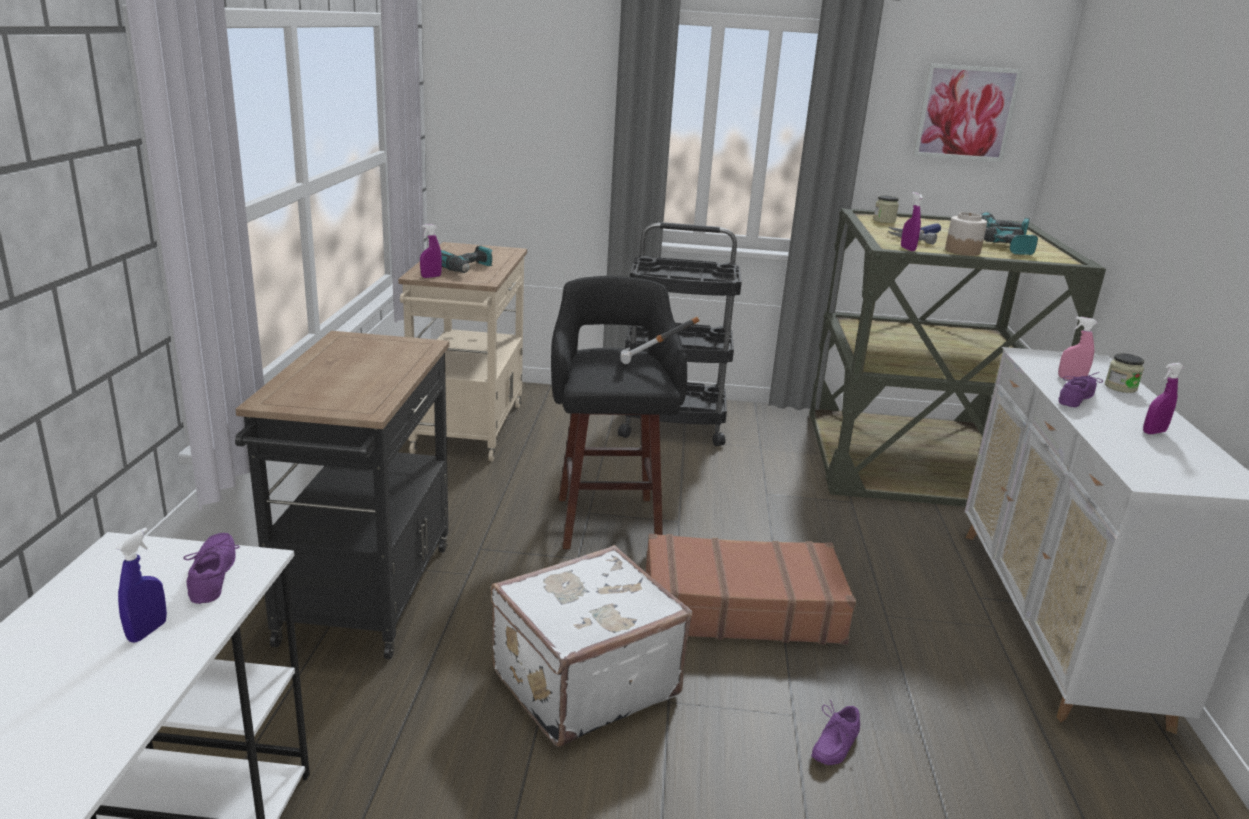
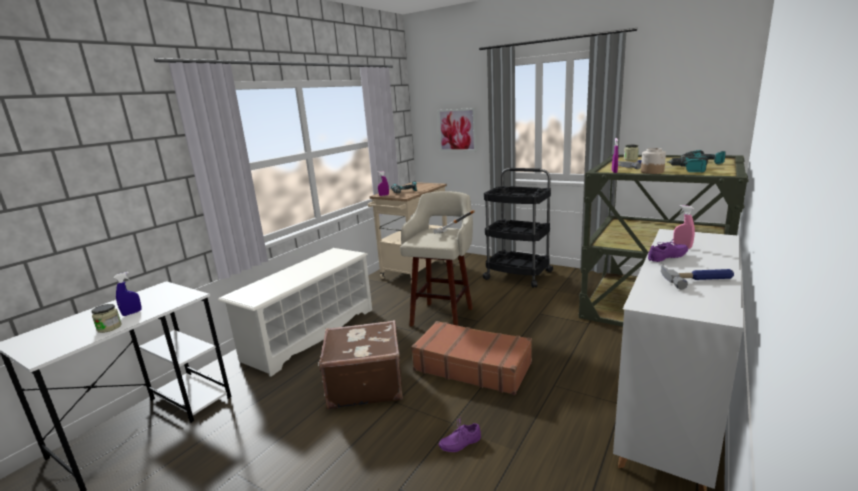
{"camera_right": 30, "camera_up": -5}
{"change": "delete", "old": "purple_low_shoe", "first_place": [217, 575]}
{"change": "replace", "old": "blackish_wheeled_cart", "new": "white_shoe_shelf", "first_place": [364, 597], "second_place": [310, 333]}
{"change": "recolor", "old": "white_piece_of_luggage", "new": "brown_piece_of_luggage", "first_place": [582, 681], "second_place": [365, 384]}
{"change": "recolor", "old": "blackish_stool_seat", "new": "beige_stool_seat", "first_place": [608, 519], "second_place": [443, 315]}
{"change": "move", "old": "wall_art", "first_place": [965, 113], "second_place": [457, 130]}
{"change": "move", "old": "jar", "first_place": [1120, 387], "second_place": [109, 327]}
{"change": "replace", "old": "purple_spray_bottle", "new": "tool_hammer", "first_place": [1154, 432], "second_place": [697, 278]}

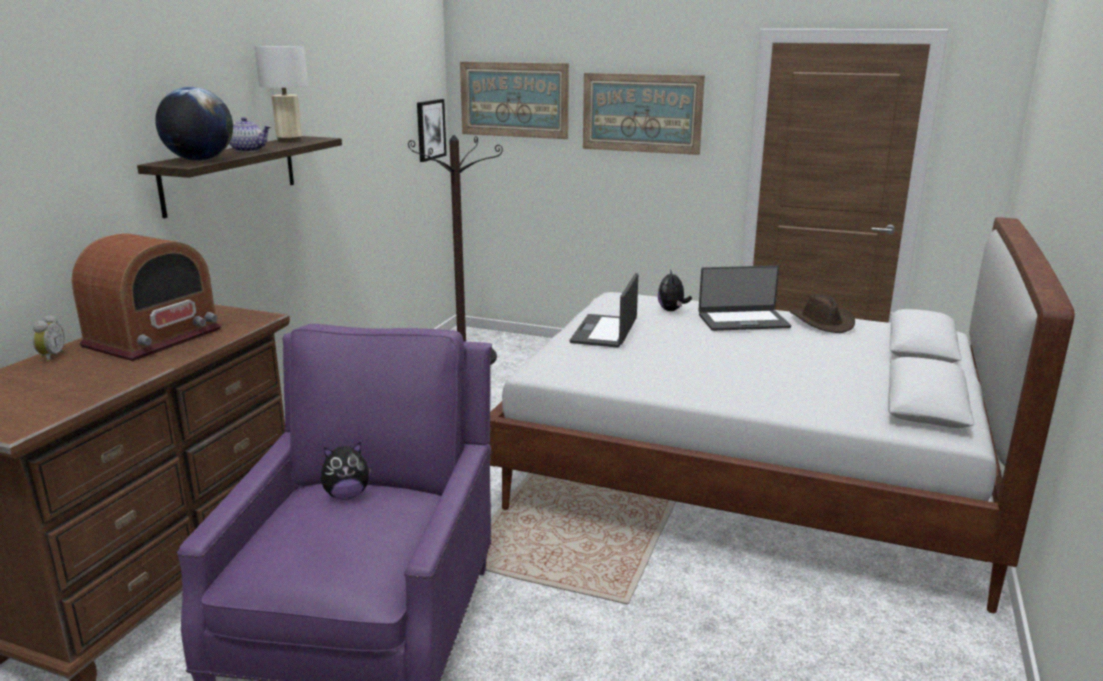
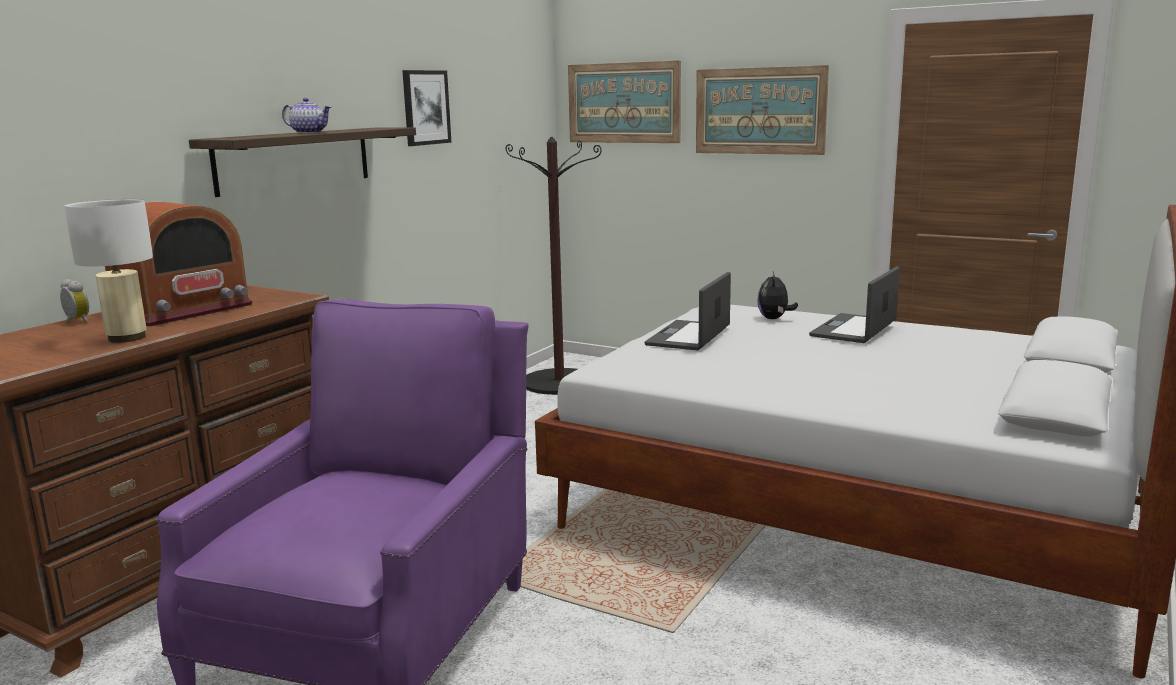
{"camera_right": 10, "camera_up": -5}
{"change": "rotate", "old": "bedside_clock", "first_place": [50, 357], "second_place": [75, 322], "degrees": -60}
{"change": "delete", "old": "globe", "first_place": [200, 160]}
{"change": "move", "old": "white_table_lamp", "first_place": [290, 141], "second_place": [128, 338]}
{"change": "delete", "old": "soft_toy", "first_place": [347, 495]}
{"change": "move", "old": "wall_art", "first_place": [430, 129], "second_place": [425, 107]}
{"change": "rotate", "old": "notebook_computer", "first_place": [743, 321], "second_place": [855, 329], "degrees": 120}
{"change": "delete", "old": "brown_clothing_hat", "first_place": [822, 322]}

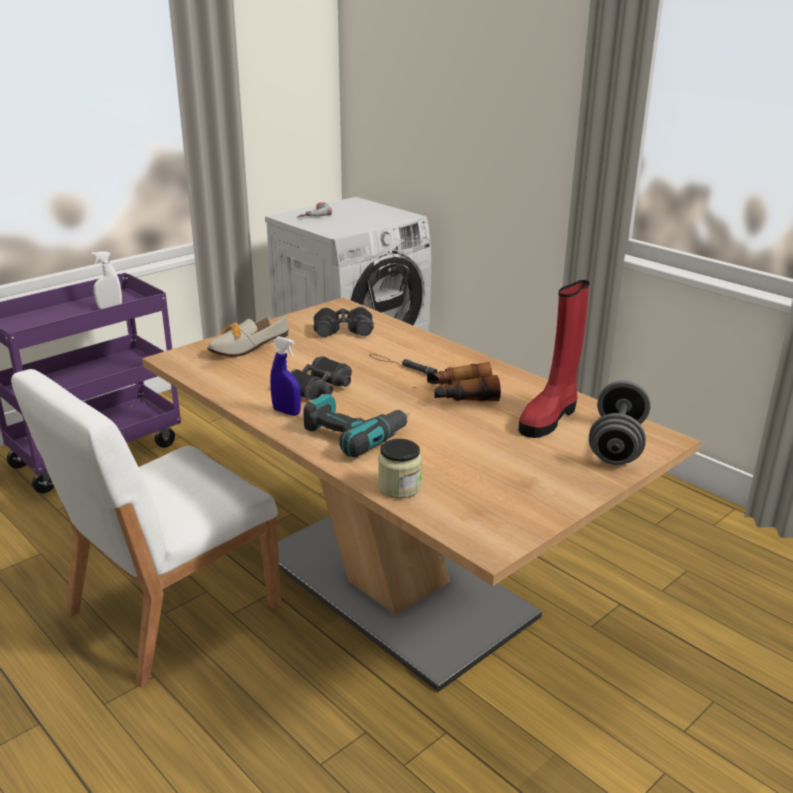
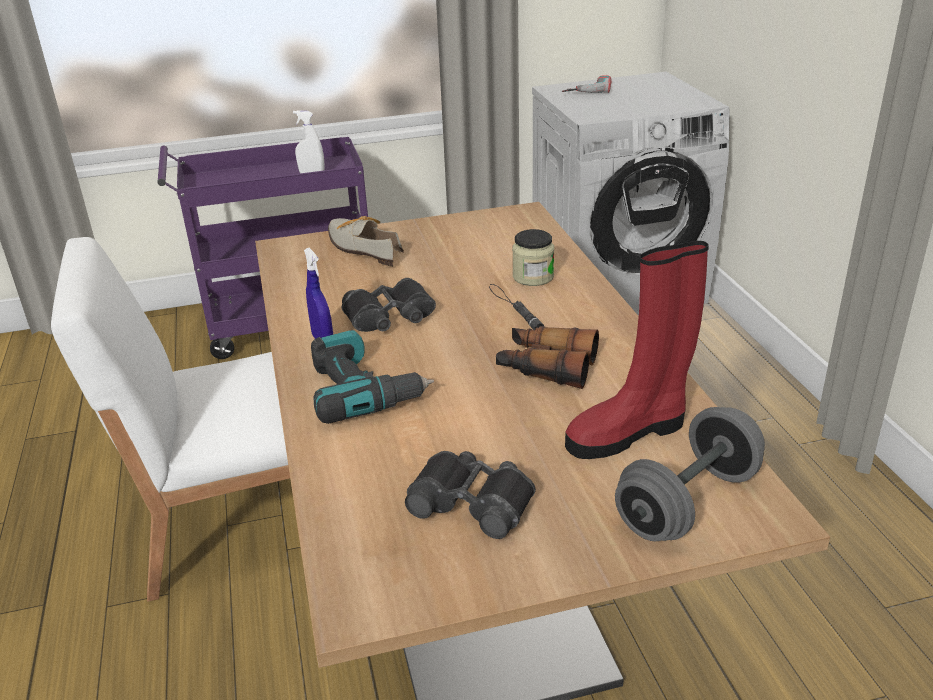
{"camera_right": 30, "camera_up": 5}
{"change": "rotate", "old": "low_shoe", "first_place": [242, 348], "second_place": [363, 248], "degrees": 60}
{"change": "move", "old": "blackish_field_glasses", "first_place": [343, 329], "second_place": [472, 502]}
{"change": "move", "old": "jar", "first_place": [399, 487], "second_place": [533, 277]}

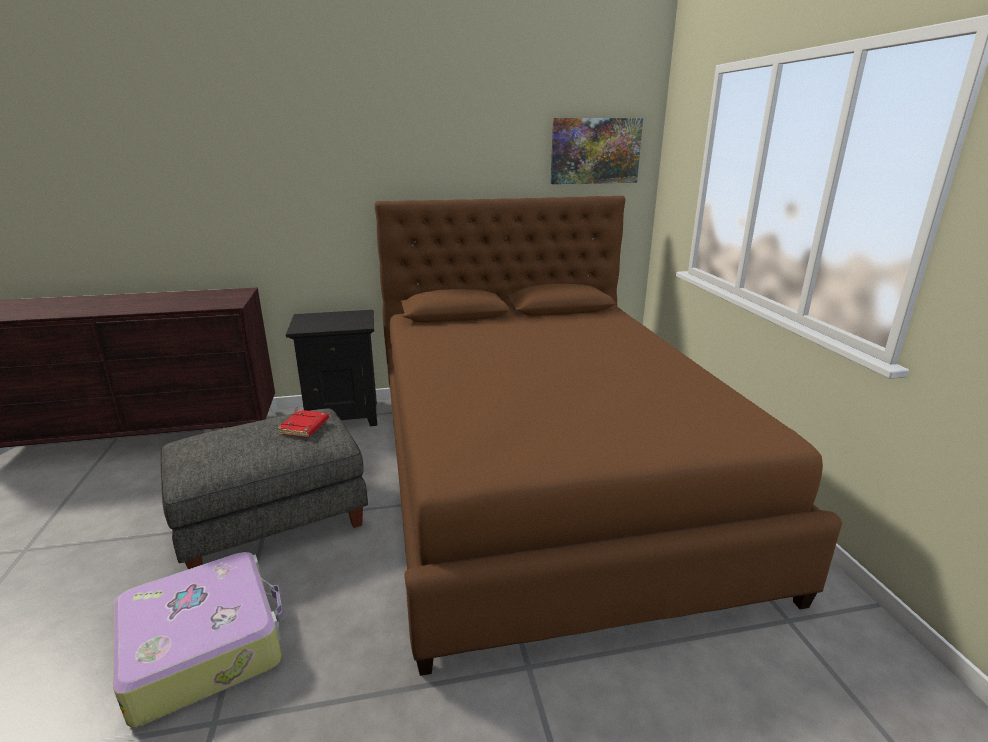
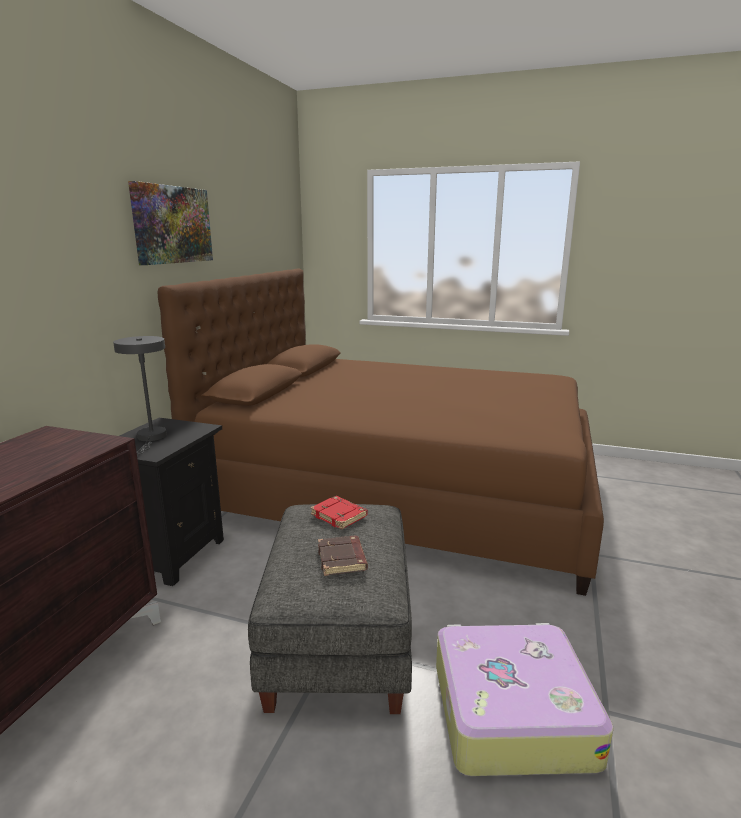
{"camera_right": -60, "camera_up": -5}
{"change": "move", "old": "wall_art", "first_place": [595, 151], "second_place": [172, 225]}
{"change": "insert", "new": "gray_table_lamp", "second_place": [151, 438]}
{"change": "insert", "new": "brown_volume", "second_place": [343, 559]}

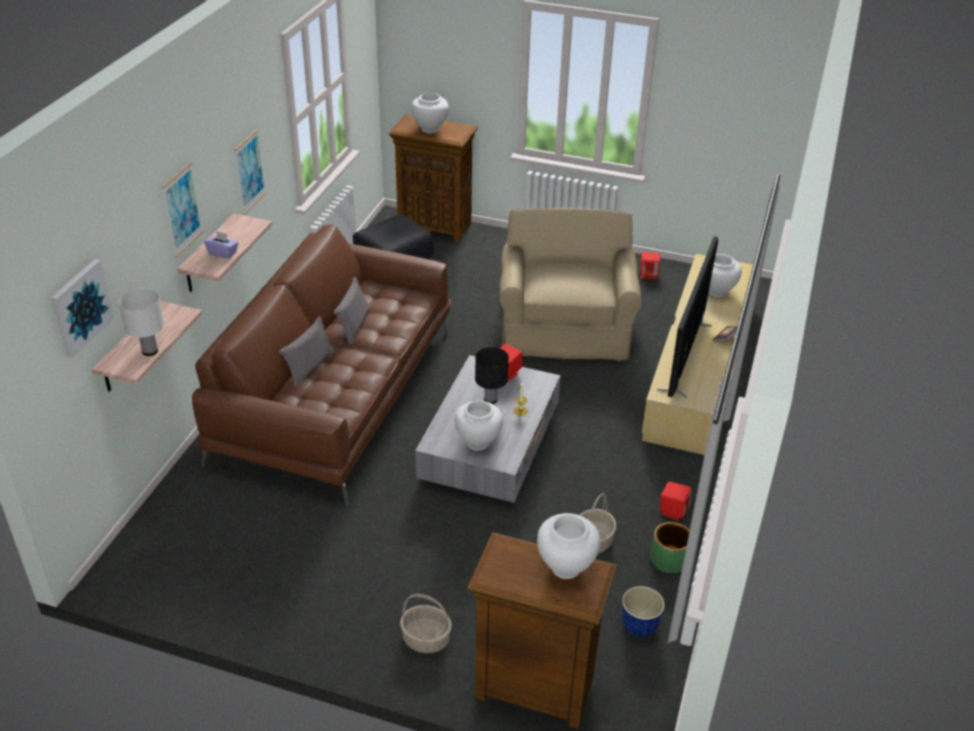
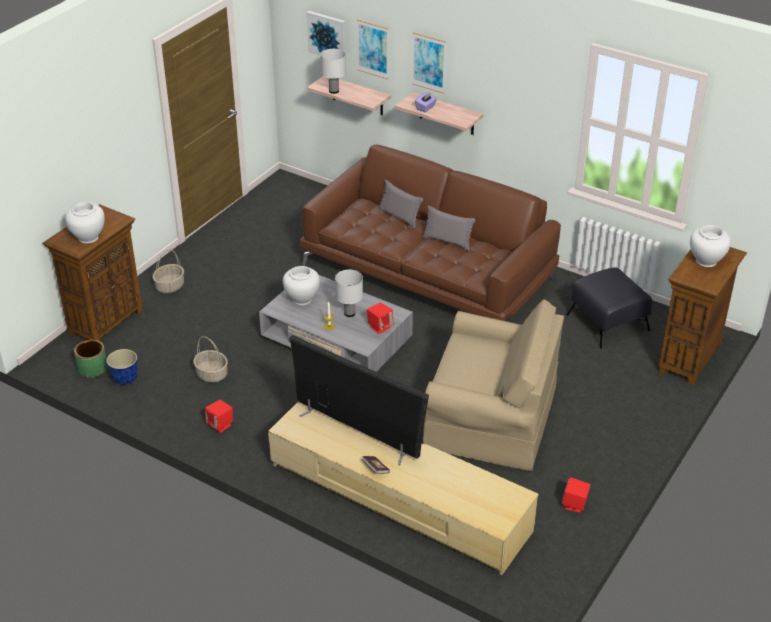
{"camera_right": 105, "camera_up": 0}
{"change": "move", "old": "wall_art", "first_place": [250, 171], "second_place": [373, 49]}
{"change": "recolor", "old": "blackish_table_lamp", "new": "white_table_lamp", "first_place": [491, 399], "second_place": [349, 313]}
{"change": "move", "old": "green_flower_pot", "first_place": [669, 560], "second_place": [92, 369]}
{"change": "delete", "old": "white_flower_vase", "first_place": [717, 291]}

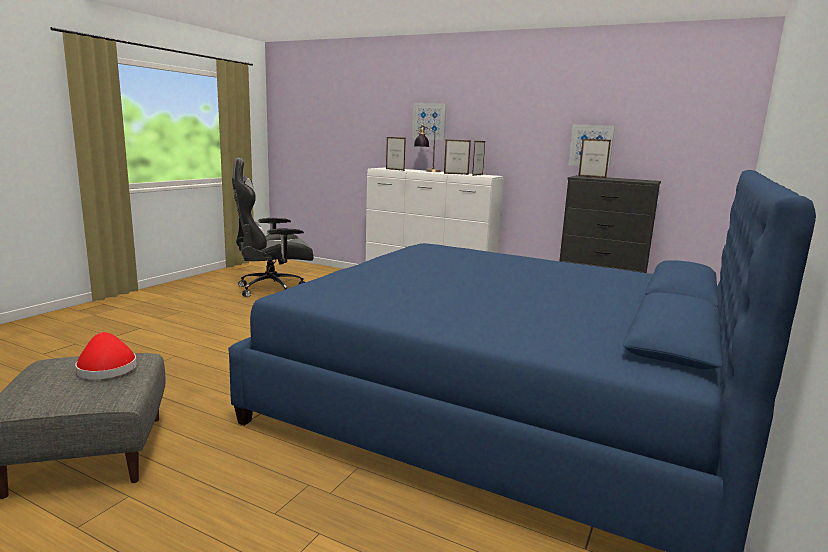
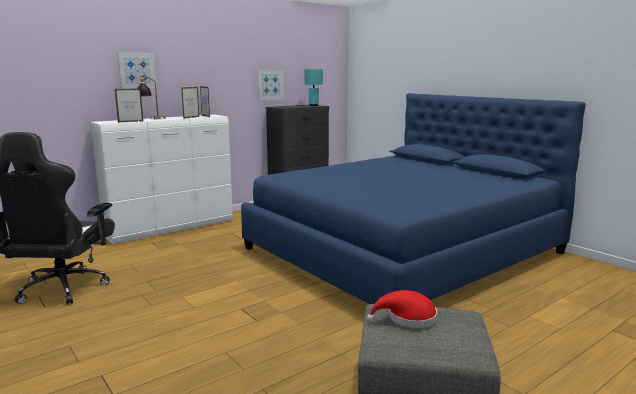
{"camera_right": -65, "camera_up": 0}
{"change": "delete", "old": "photo_frame", "first_place": [592, 177]}
{"change": "insert", "new": "turquoise_table_lamp", "second_place": [314, 105]}

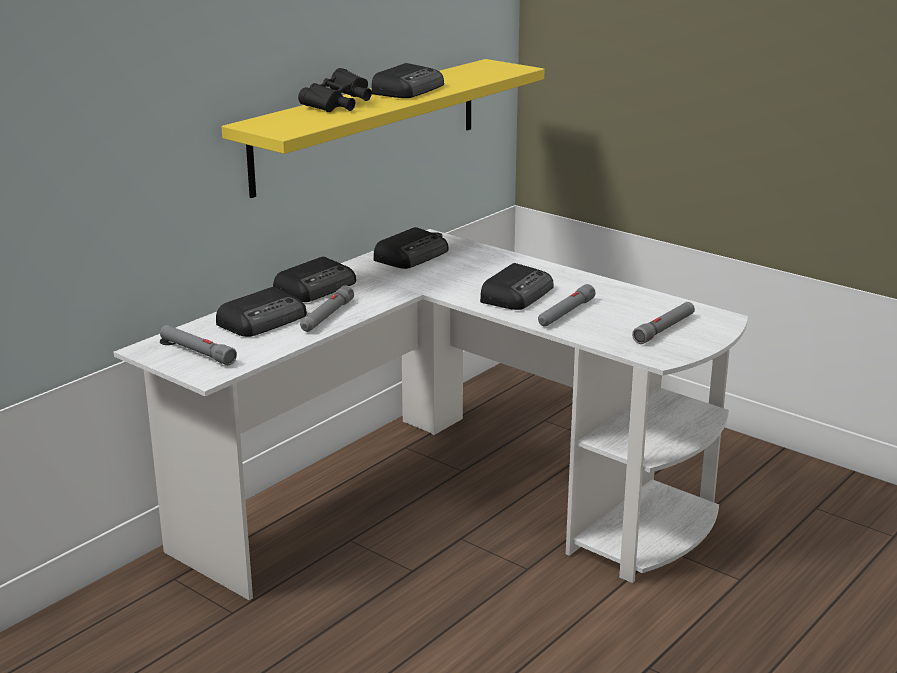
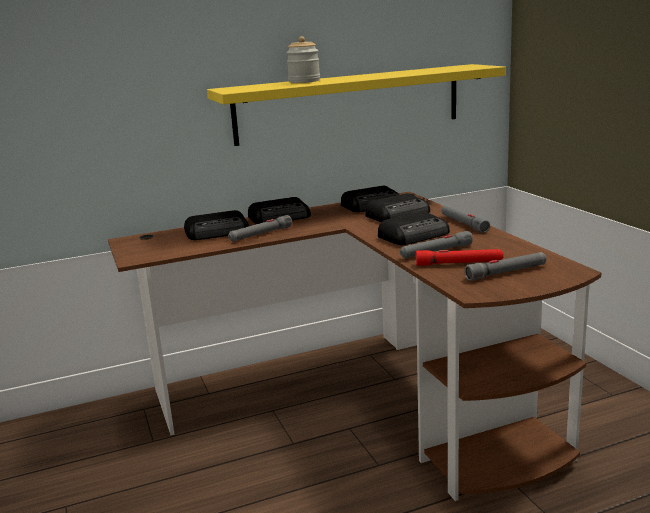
{"camera_right": 30, "camera_up": -5}
{"change": "recolor", "old": "white_desk_table", "new": "brown_desk_table", "first_place": [447, 501], "second_place": [365, 398]}
{"change": "move", "old": "gray_flashlight", "first_place": [197, 351], "second_place": [463, 223]}
{"change": "replace", "old": "blackish_field_glasses", "new": "jar", "first_place": [338, 106], "second_place": [304, 81]}
{"change": "move", "old": "radio_set", "first_place": [408, 89], "second_place": [399, 215]}
{"change": "insert", "new": "red_flashlight", "second_place": [459, 263]}

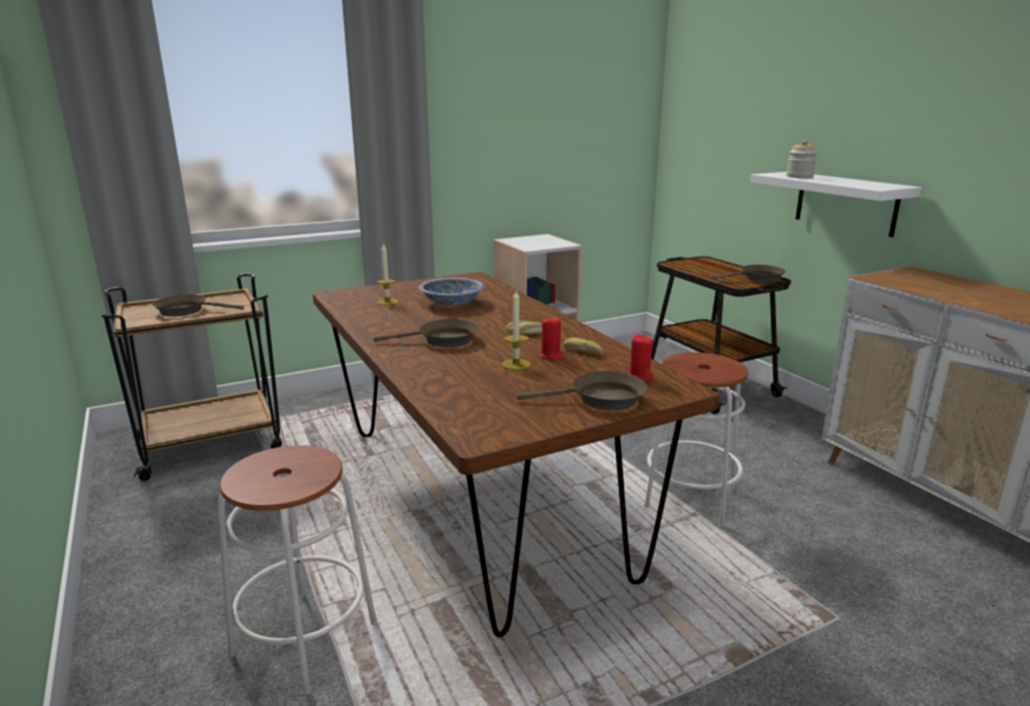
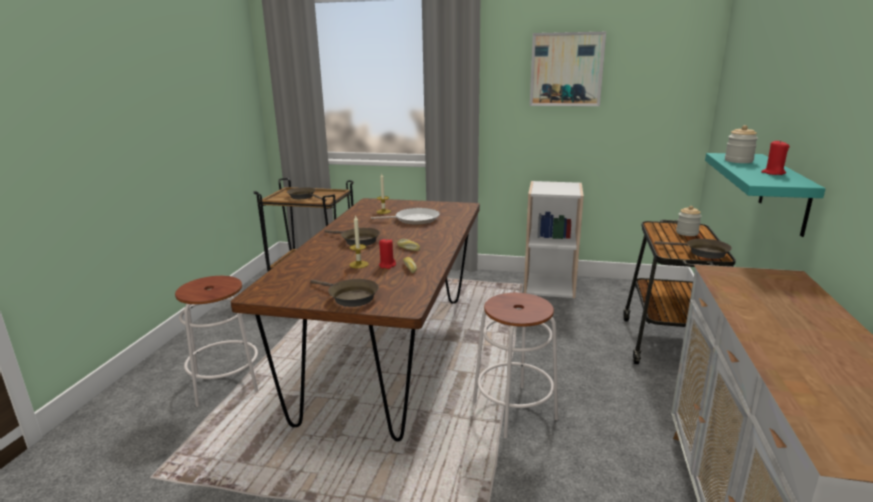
{"camera_right": 40, "camera_up": 0}
{"change": "replace", "old": "bowl", "new": "frying_pan", "first_place": [451, 302], "second_place": [414, 219]}
{"change": "move", "old": "red_wax_light", "first_place": [639, 377], "second_place": [773, 173]}
{"change": "recolor", "old": "white_wall_shelf", "new": "turquoise_wall_shelf", "first_place": [845, 203], "second_place": [785, 193]}
{"change": "insert", "new": "wall_art", "second_place": [566, 69]}
{"change": "insert", "new": "jar", "second_place": [687, 233]}

